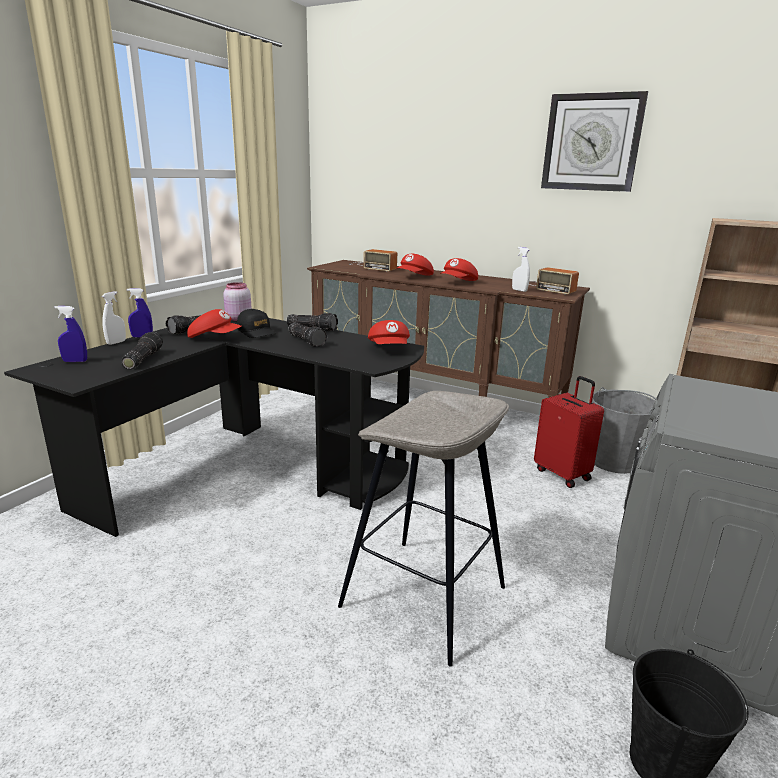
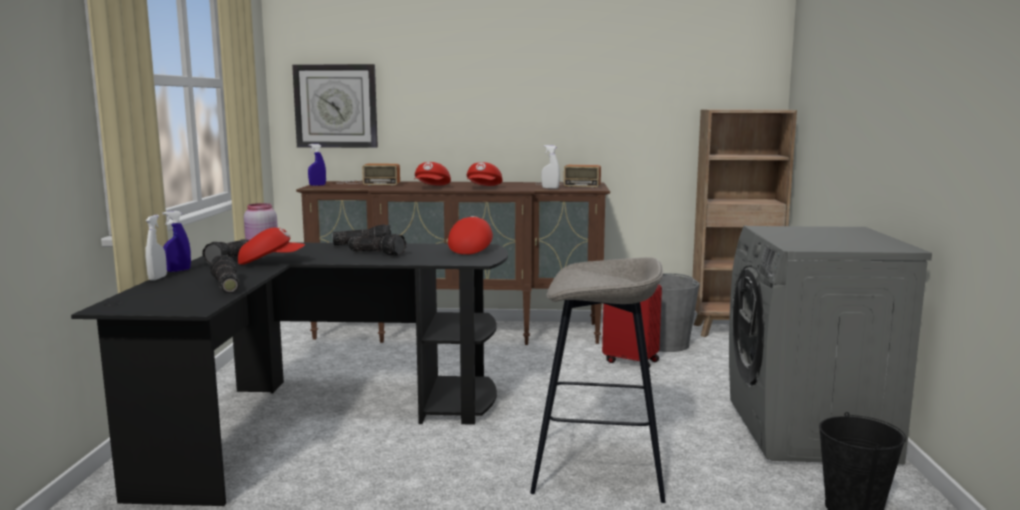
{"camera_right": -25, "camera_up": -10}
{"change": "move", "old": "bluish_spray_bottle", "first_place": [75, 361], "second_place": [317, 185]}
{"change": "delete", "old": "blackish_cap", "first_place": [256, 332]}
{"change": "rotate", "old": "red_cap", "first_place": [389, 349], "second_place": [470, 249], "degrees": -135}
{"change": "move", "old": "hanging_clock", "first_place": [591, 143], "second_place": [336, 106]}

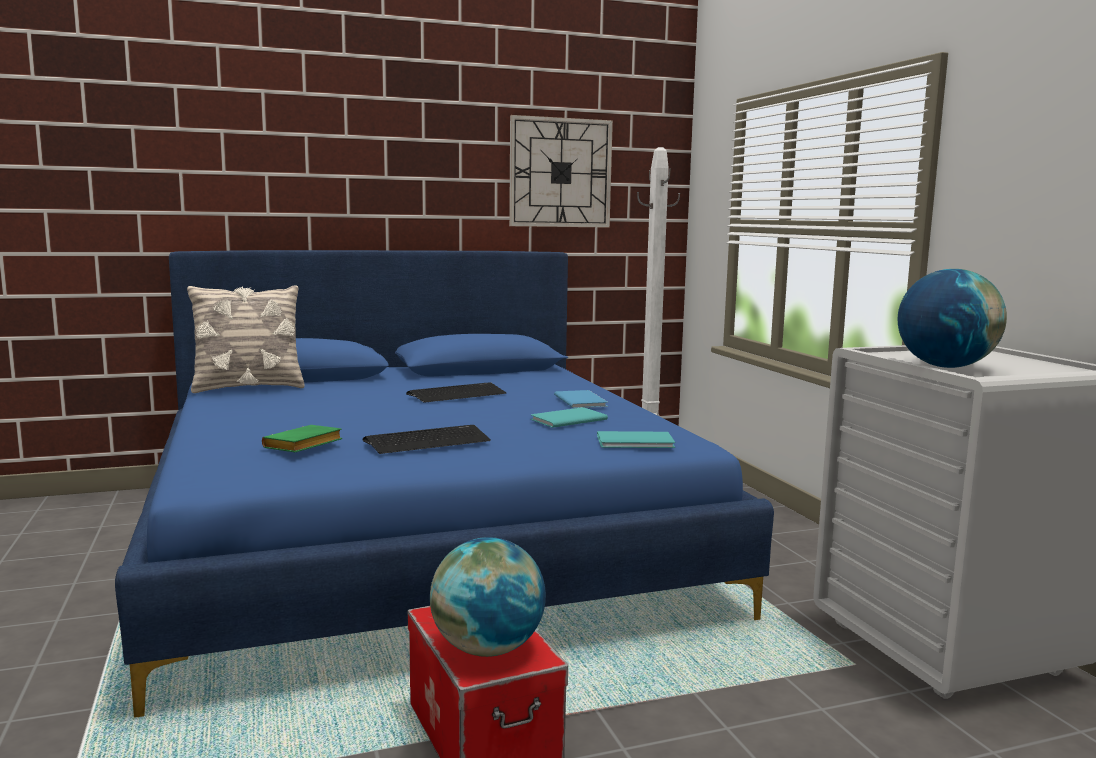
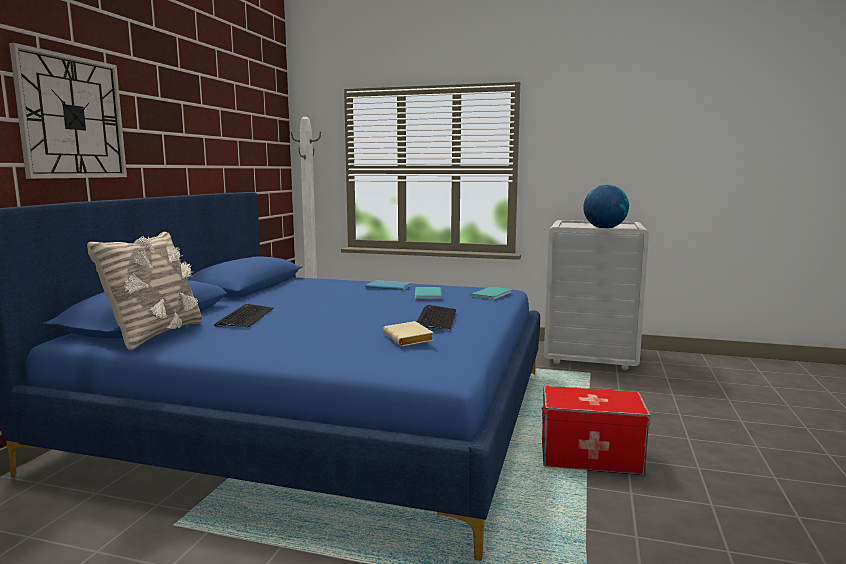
{"camera_right": -55, "camera_up": 0}
{"change": "recolor", "old": "green_volume", "new": "beige_volume", "first_place": [302, 446], "second_place": [410, 339]}
{"change": "move", "old": "keyboard", "first_place": [457, 394], "second_place": [245, 317]}
{"change": "delete", "old": "globe", "first_place": [488, 649]}
{"change": "move", "old": "hanging_clock", "first_place": [560, 173], "second_place": [72, 117]}

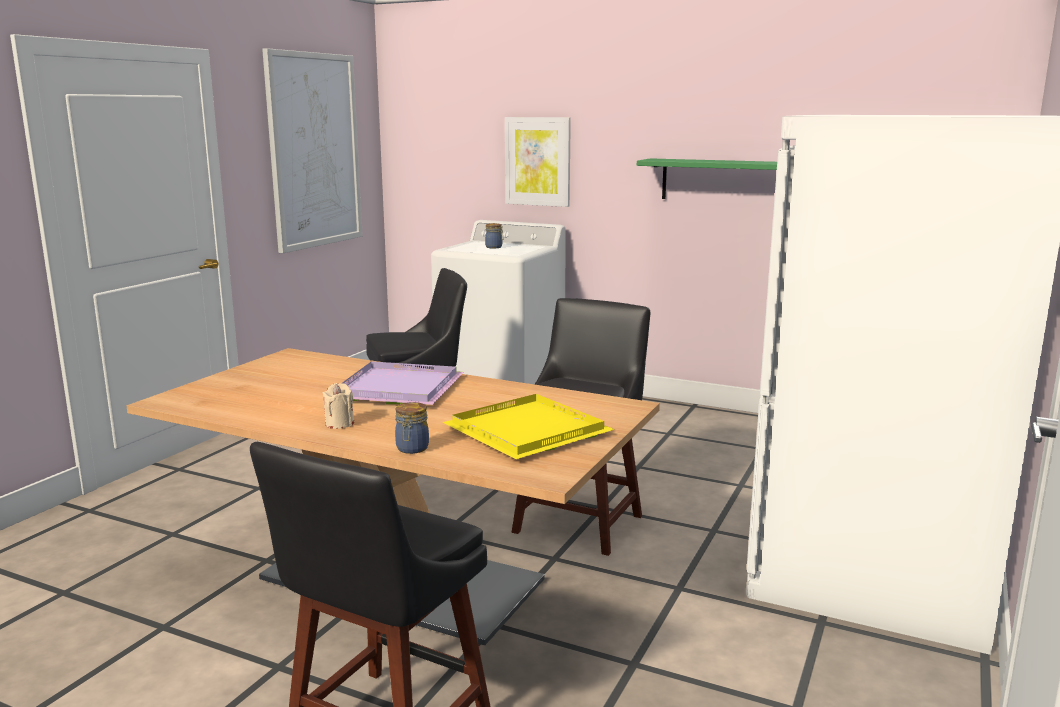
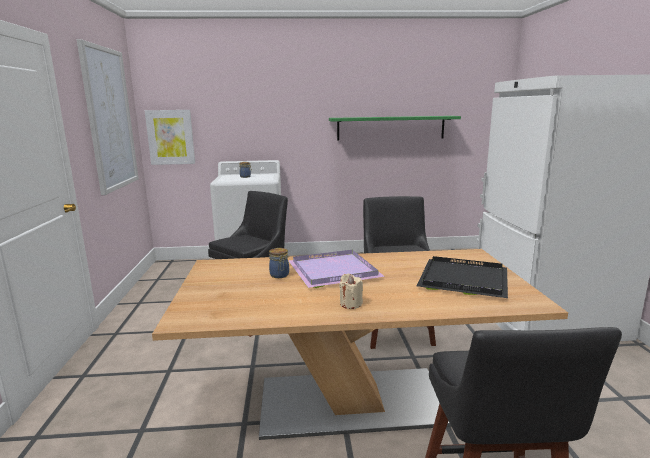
{"camera_right": -30, "camera_up": 0}
{"change": "move", "old": "jar", "first_place": [412, 449], "second_place": [279, 275]}
{"change": "recolor", "old": "yellow_serving_tray", "new": "blackish_serving_tray", "first_place": [530, 431], "second_place": [465, 279]}
{"change": "move", "old": "wall_art", "first_place": [537, 161], "second_place": [170, 137]}

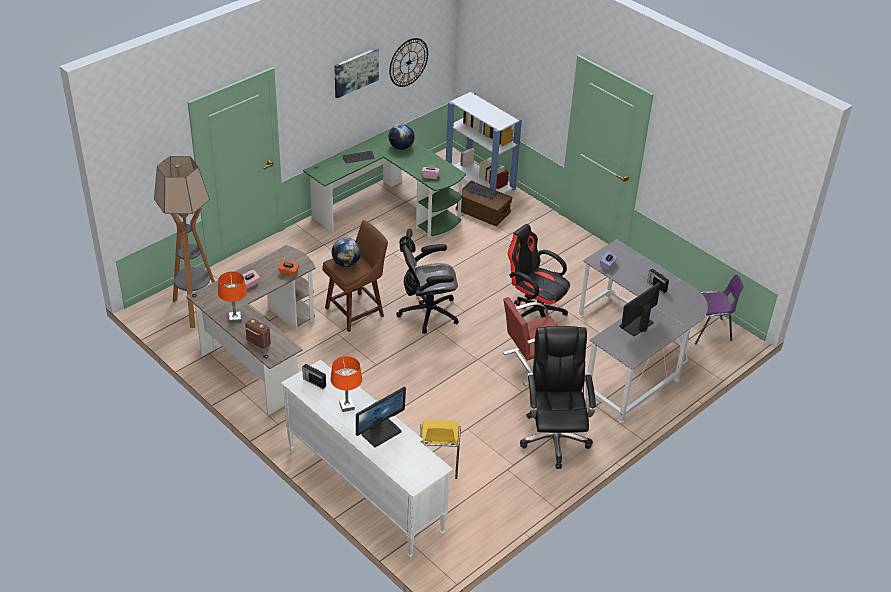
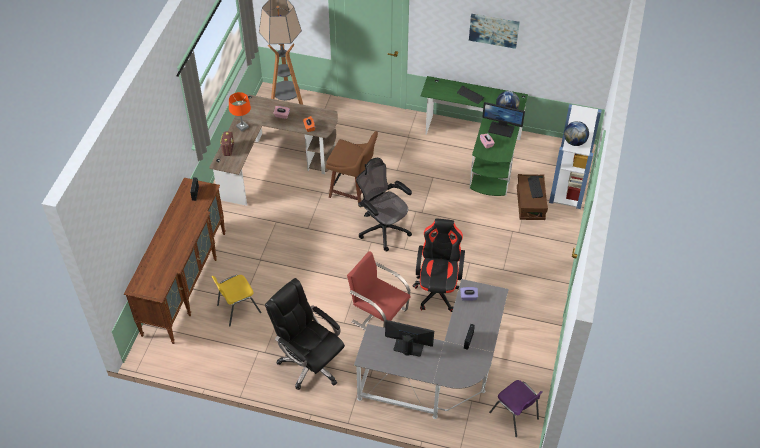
{"camera_right": 60, "camera_up": 10}
{"change": "recolor", "old": "white_storage_cabinet", "new": "brown_storage_cabinet", "first_place": [365, 491], "second_place": [186, 283]}
{"change": "delete", "old": "orangey_table_lamp", "first_place": [347, 406]}
{"change": "move", "old": "globe", "first_place": [346, 263], "second_place": [574, 142]}
{"change": "move", "old": "computer_screen", "first_place": [381, 432], "second_place": [501, 129]}
{"change": "delete", "old": "hanging_clock", "first_place": [408, 62]}
{"change": "rotate", "old": "blackish_office_chair", "first_place": [554, 438], "second_place": [310, 364], "degrees": -105}

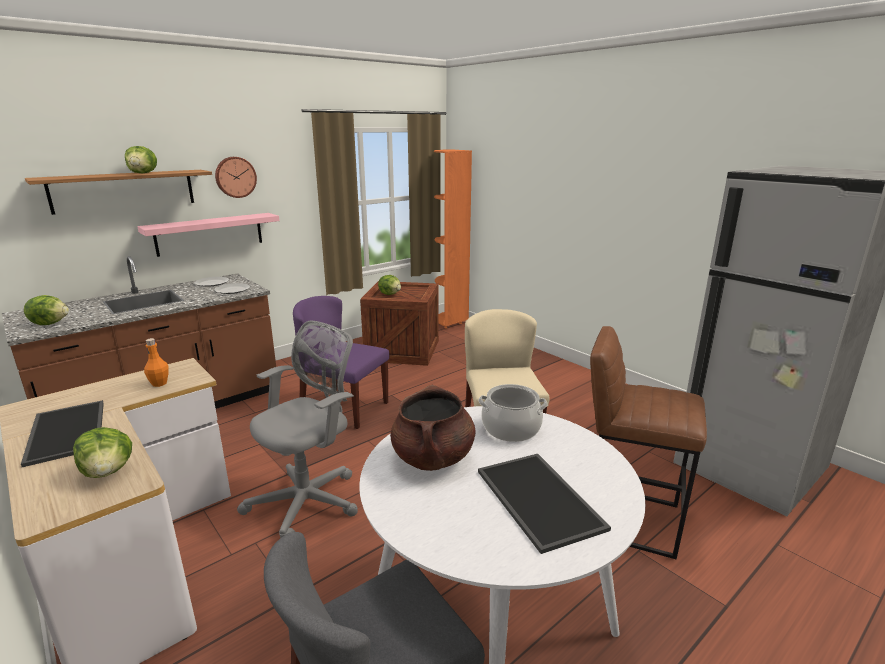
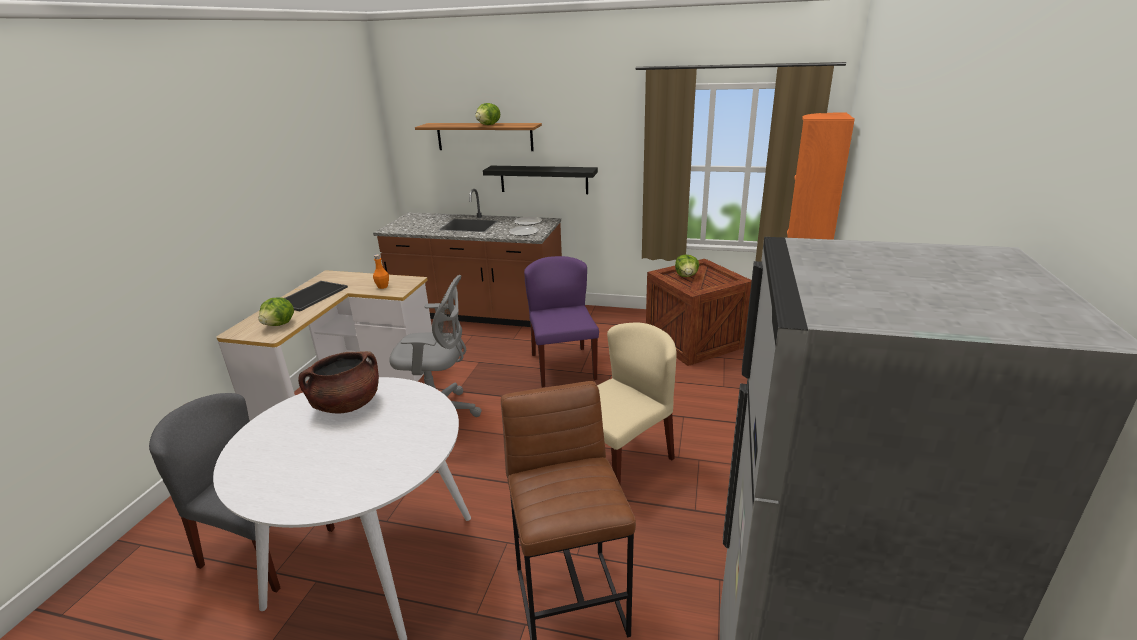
{"camera_right": 55, "camera_up": 5}
{"change": "delete", "old": "head_of_lettuce", "first_place": [50, 323]}
{"change": "recolor", "old": "pink-coloured_wall_shelf", "new": "blackish_wall_shelf", "first_place": [210, 234], "second_place": [543, 179]}
{"change": "delete", "old": "hanging_clock", "first_place": [235, 177]}
{"change": "delete", "old": "saucepot", "first_place": [511, 429]}
{"change": "delete", "old": "serving_tray", "first_place": [541, 499]}

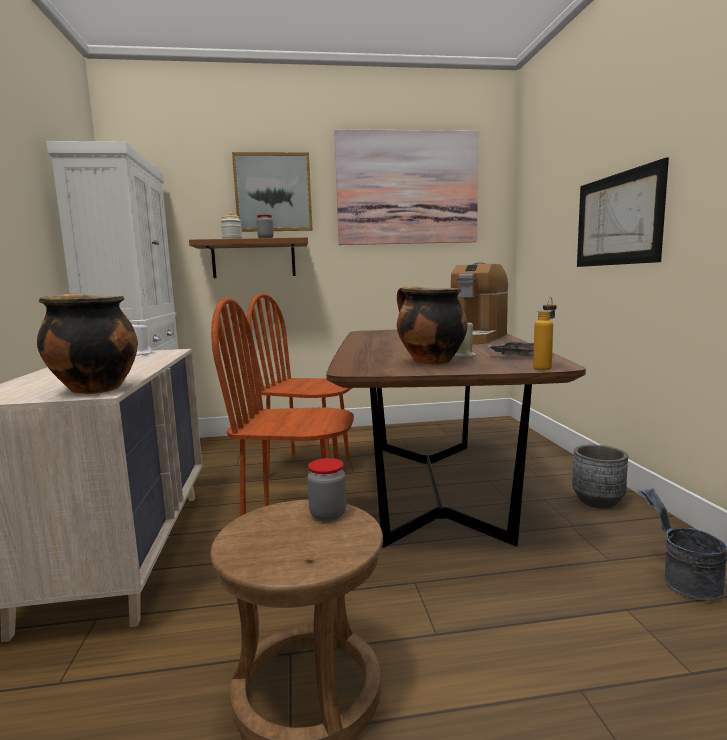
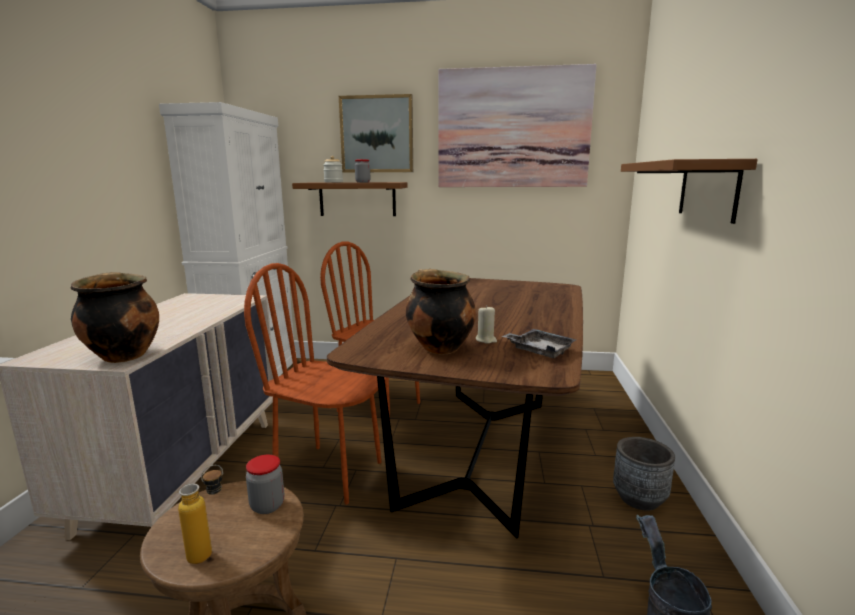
{"camera_right": 15, "camera_up": 5}
{"change": "delete", "old": "white_wax_light", "first_place": [141, 354]}
{"change": "delete", "old": "coffee_brewer", "first_place": [474, 338]}
{"change": "move", "old": "beverage_bottle", "first_place": [544, 367], "second_place": [210, 552]}
{"change": "replace", "old": "wall_art", "new": "brown_wall_shelf", "first_place": [617, 219], "second_place": [708, 190]}

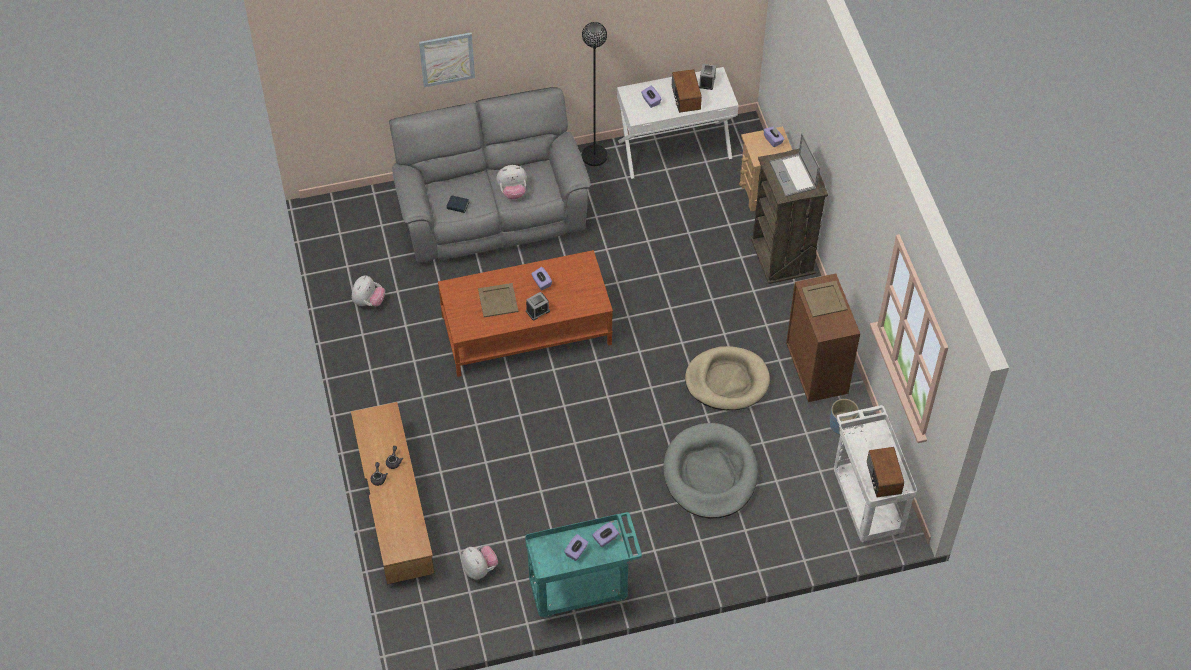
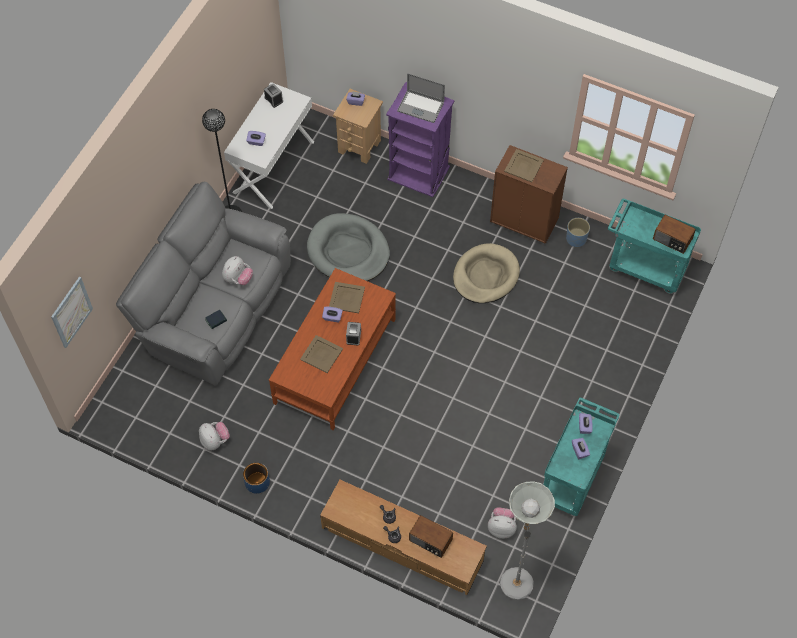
{"camera_right": -50, "camera_up": 5}
{"change": "move", "old": "wall_art", "first_place": [447, 59], "second_place": [71, 312]}
{"change": "move", "old": "gray_dog_cushion", "first_place": [710, 474], "second_place": [348, 251]}
{"change": "move", "old": "radio_set", "first_place": [685, 98], "second_place": [430, 540]}
{"change": "recolor", "old": "brown_bookshelf", "new": "purple_bookshelf", "first_place": [783, 256], "second_place": [419, 173]}
{"change": "recolor", "old": "white_wheeled_cart", "new": "turquoise_wheeled_cart", "first_place": [865, 502], "second_place": [642, 270]}
{"change": "insert", "new": "bluish_flower_pot", "second_place": [257, 482]}
{"change": "insert", "new": "beige_serving_tray", "second_place": [347, 297]}
{"change": "insert", "new": "gray_standard_lamp", "second_place": [516, 576]}

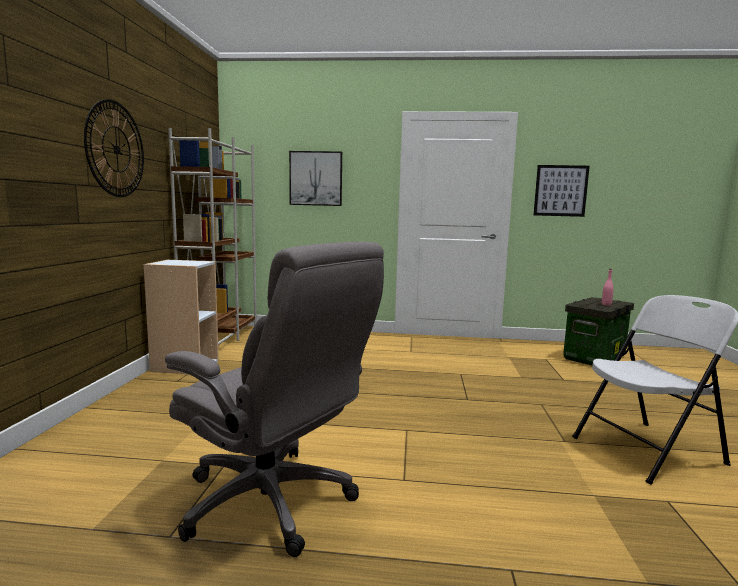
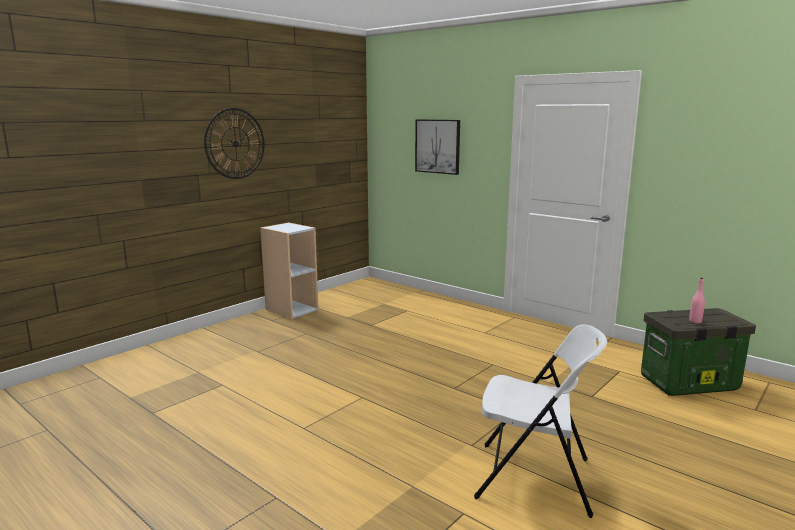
{"camera_right": 35, "camera_up": 5}
{"change": "delete", "old": "gray_office_chair", "first_place": [275, 506]}
{"change": "delete", "old": "brown_bookshelf", "first_place": [222, 339]}
{"change": "delete", "old": "wall_art", "first_place": [560, 190]}

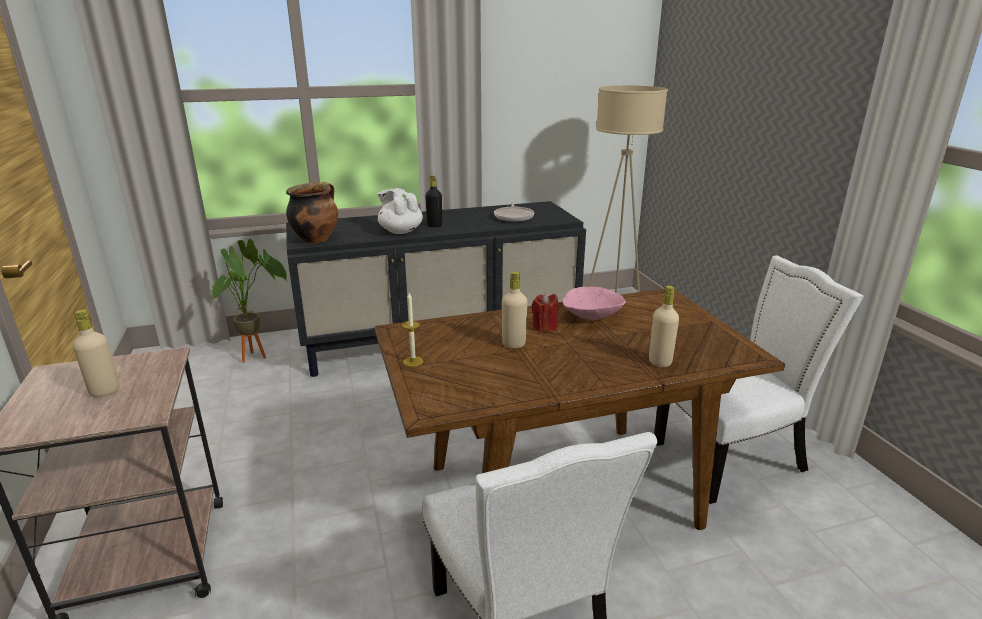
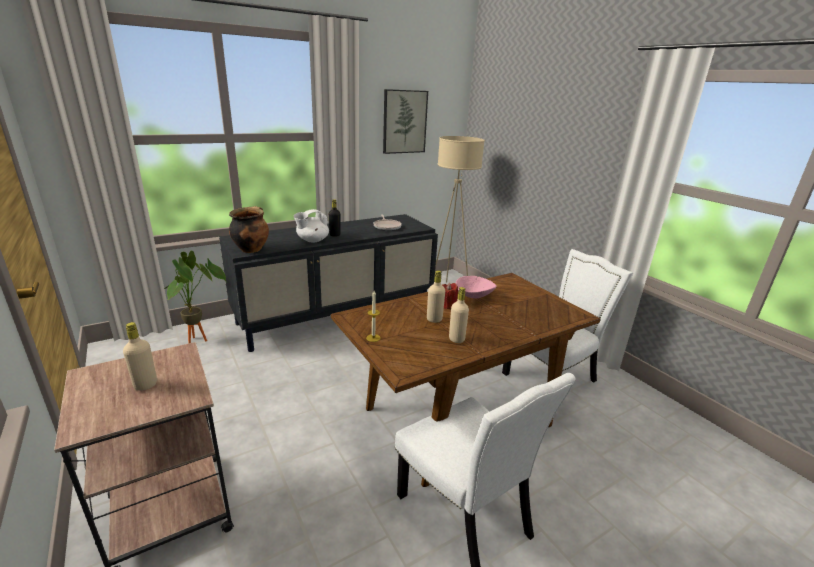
{"camera_right": -15, "camera_up": 0}
{"change": "rotate", "old": "white_teapot", "first_place": [400, 231], "second_place": [312, 240], "degrees": -75}
{"change": "move", "old": "beige_beverage_bottle", "first_place": [660, 362], "second_place": [456, 339]}
{"change": "insert", "new": "wall_art", "second_place": [404, 122]}

